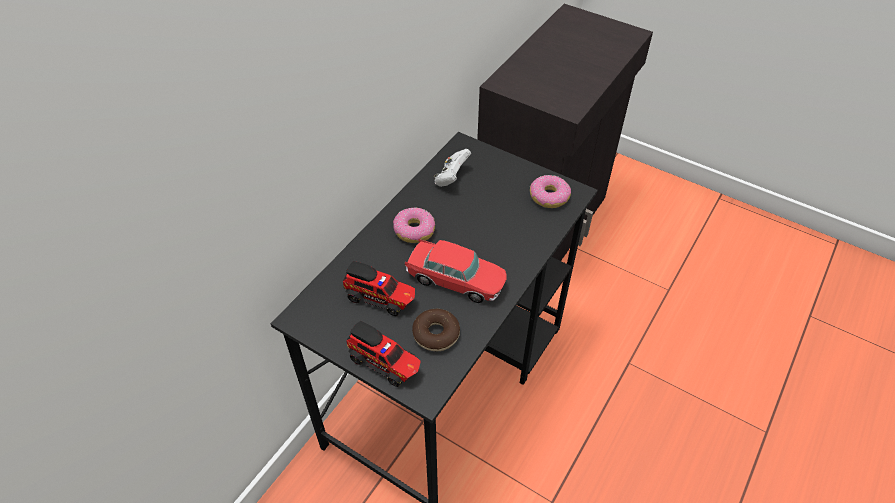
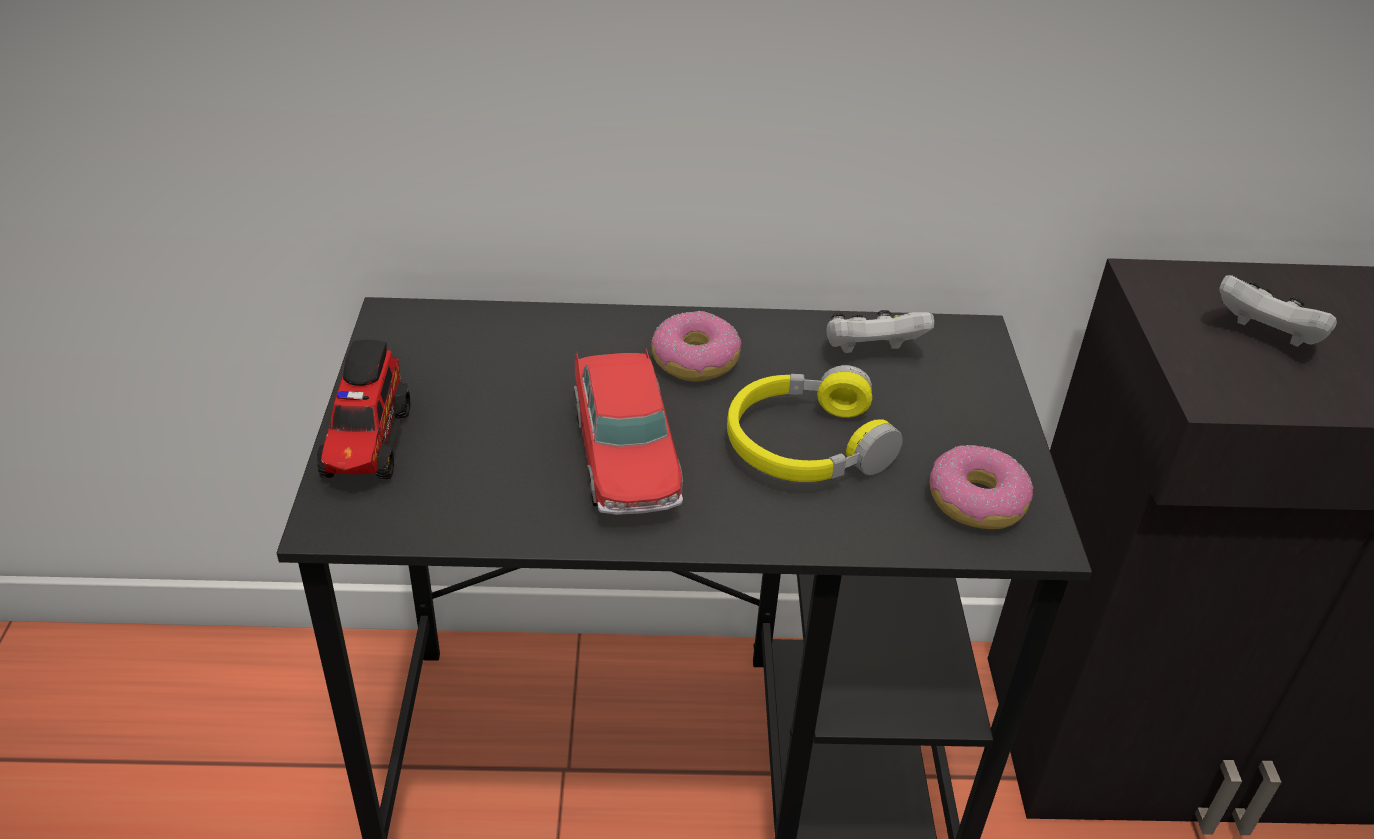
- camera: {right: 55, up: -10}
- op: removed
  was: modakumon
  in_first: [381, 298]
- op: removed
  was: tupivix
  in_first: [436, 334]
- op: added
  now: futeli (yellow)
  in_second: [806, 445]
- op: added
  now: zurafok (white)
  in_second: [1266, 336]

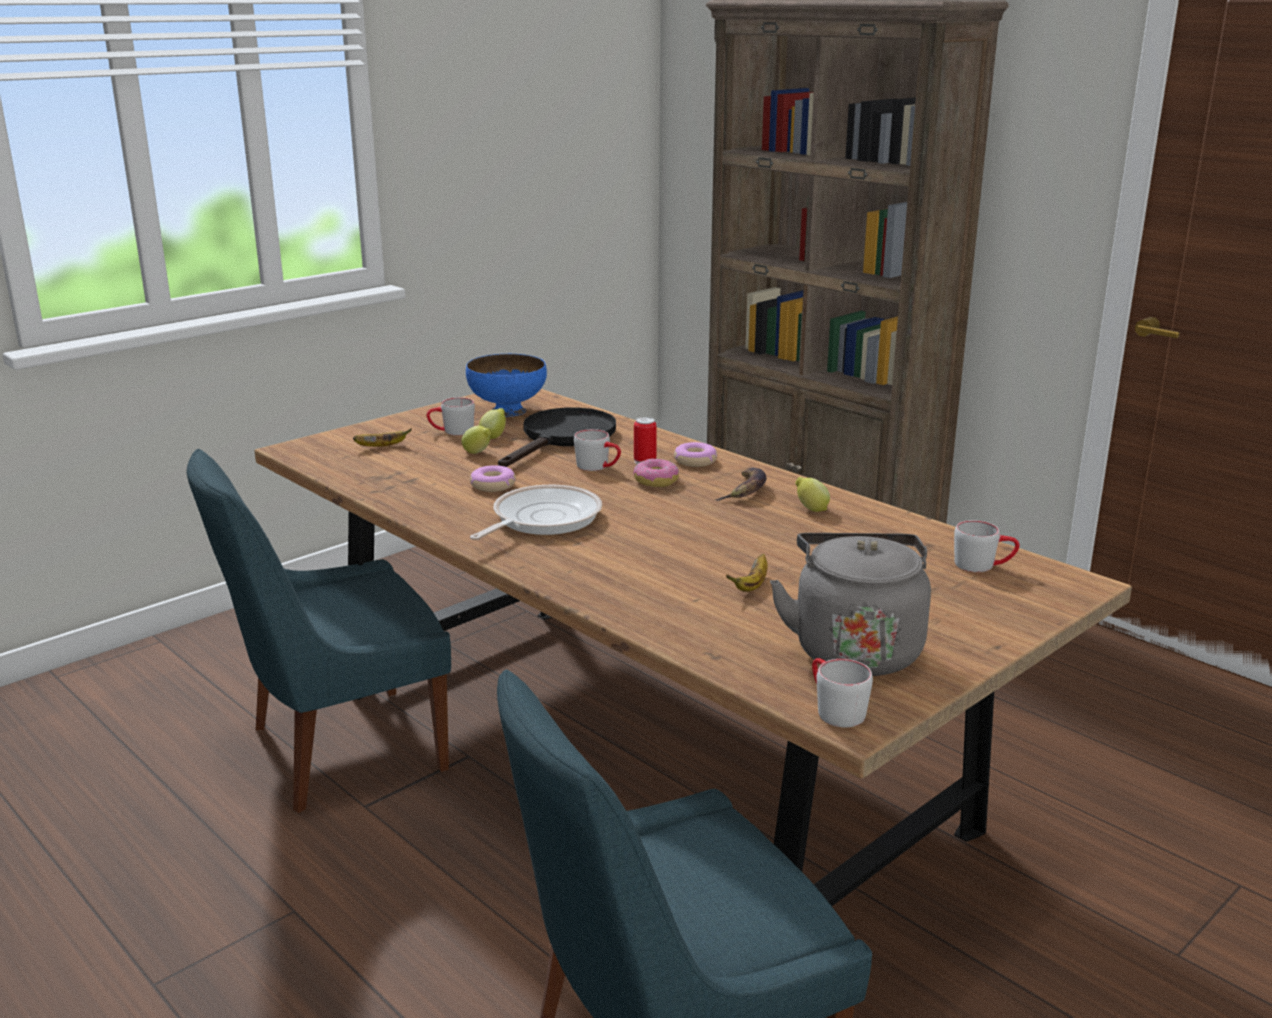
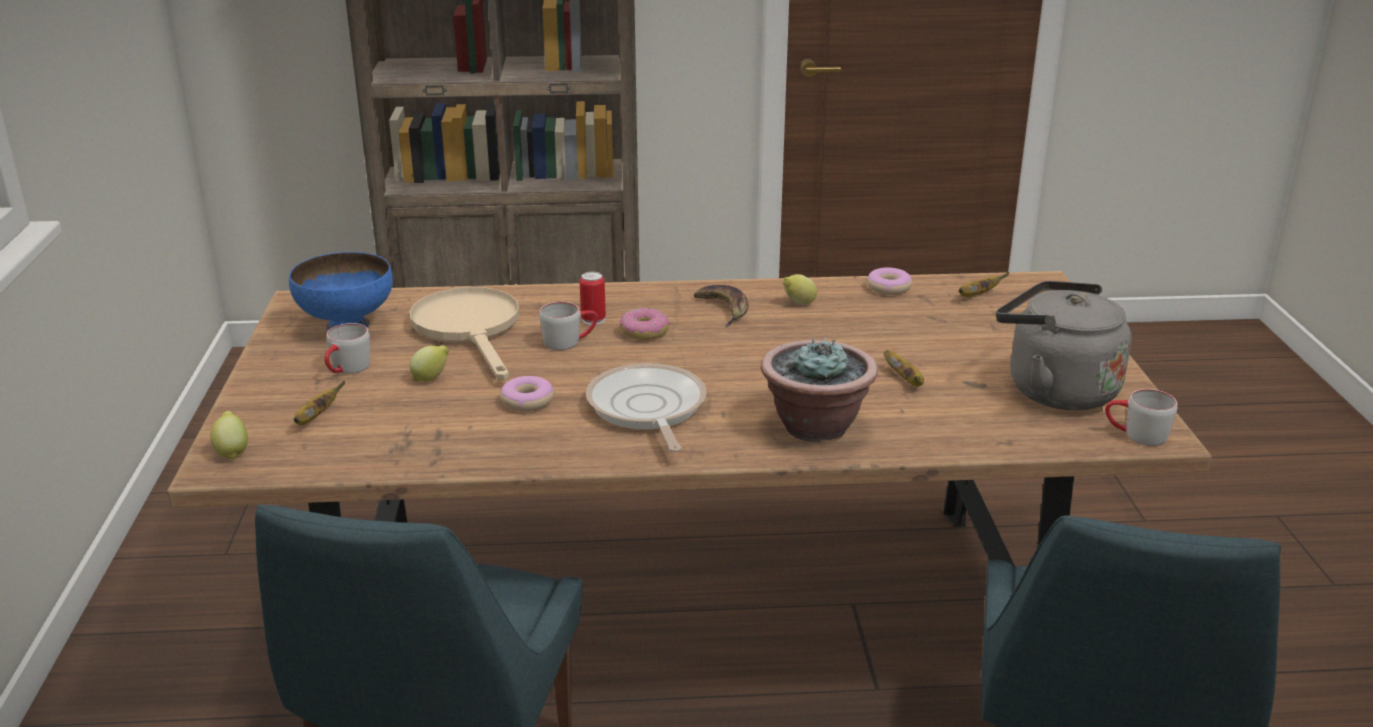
- camera: {right: -50, up: 5}
- op: added
  now: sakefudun
  in_second: [815, 426]
- op: moved
  was: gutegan
  in_first: [494, 437]
  in_second: [232, 452]
- op: moved
  was: tupivix
  in_first: [695, 461]
  in_second: [889, 288]
- op: replaced
  was: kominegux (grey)
  now: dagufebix
  in_first: [983, 565]
  in_second: [977, 295]
- op: recoloured
  was: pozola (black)
  now: pozola (beige)
  in_first: [563, 438]
  in_second: [470, 329]

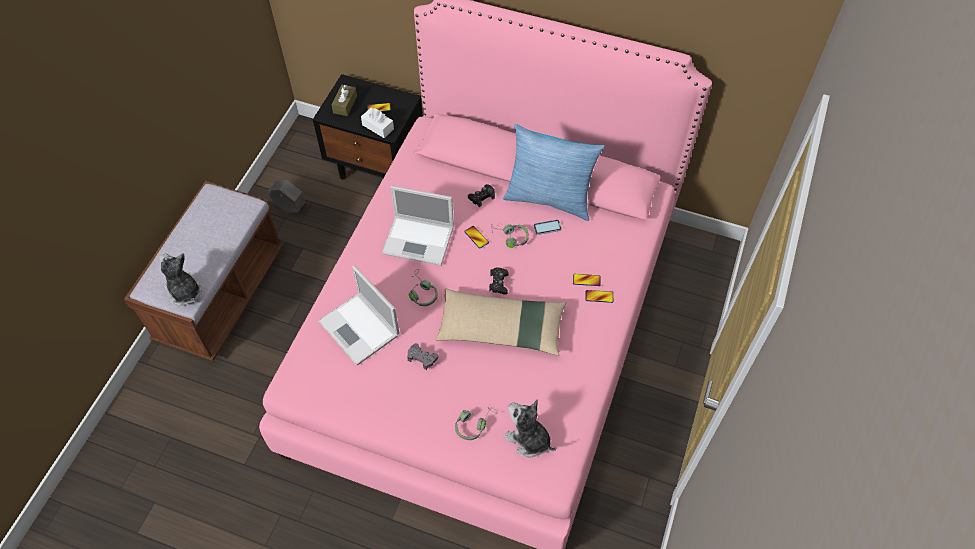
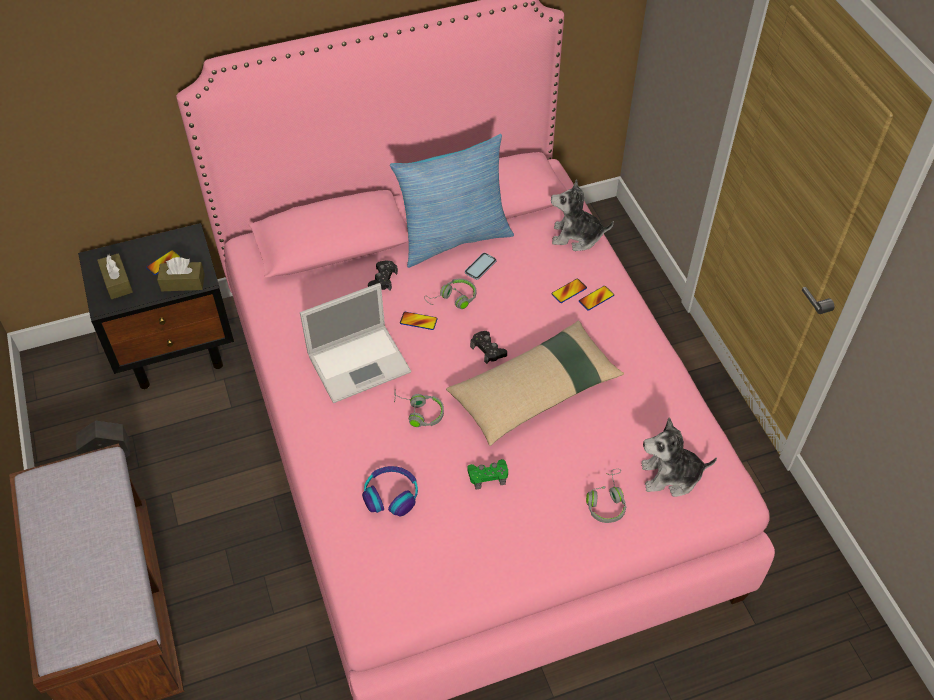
- camera: {right: -40, up: -5}
- op: moved
  was: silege
  in_first: [184, 292]
  in_second: [576, 236]
- op: replaced
  was: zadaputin
  now: futeli
  in_first: [360, 329]
  in_second: [391, 495]
- op: recoloured
  was: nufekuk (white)
  now: nufekuk (brown)
  in_first: [378, 127]
  in_second: [183, 282]
- op: recoloured
  was: zurafok (grey)
  now: zurafok (green)
  in_first: [422, 358]
  in_second: [488, 476]

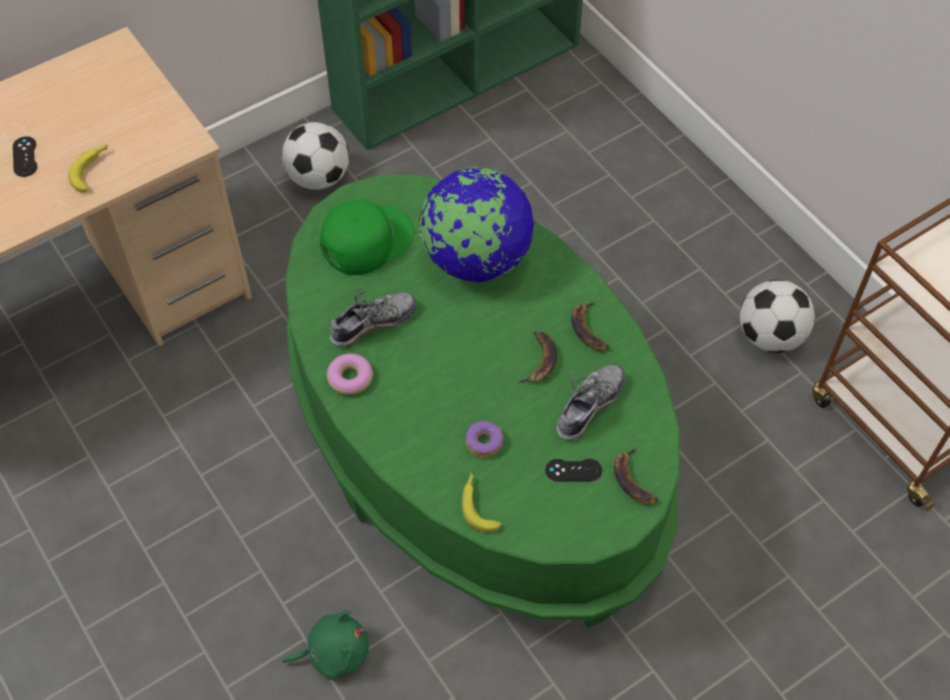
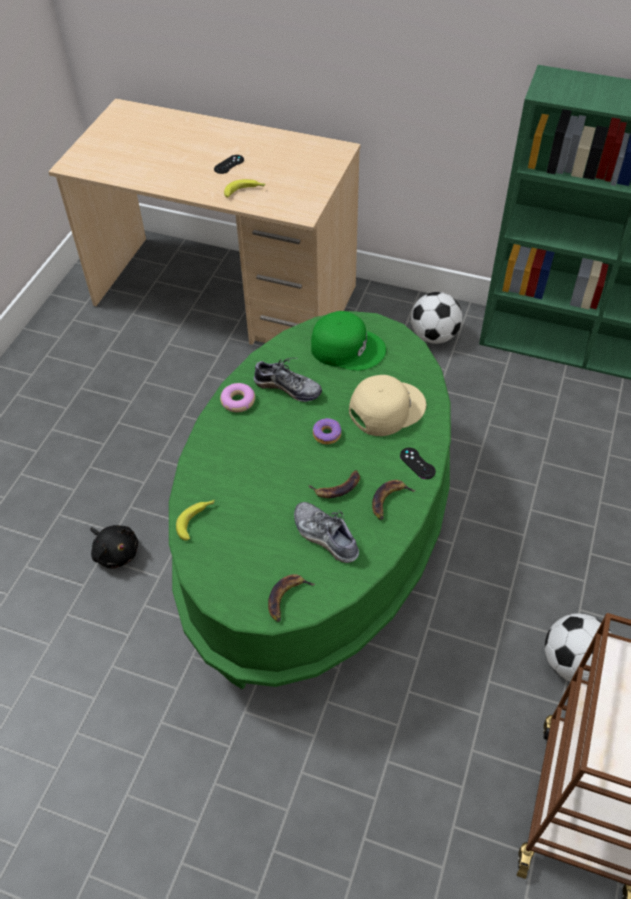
- camera: {right: 55, up: -5}
- op: moved
  was: tupivix
  in_first: [483, 442]
  in_second: [327, 434]
- op: moved
  was: zurafok (black)
  in_first: [573, 470]
  in_second: [417, 463]
- op: replaced
  was: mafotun
  now: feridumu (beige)
  in_first: [476, 260]
  in_second: [386, 408]
- op: recoloured
  was: silege (green)
  now: silege (black)
  in_first: [334, 653]
  in_second: [116, 552]
- op: turned
  was: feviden
  in_first: [589, 406]
  in_second: [325, 536]
  clockwise: -135

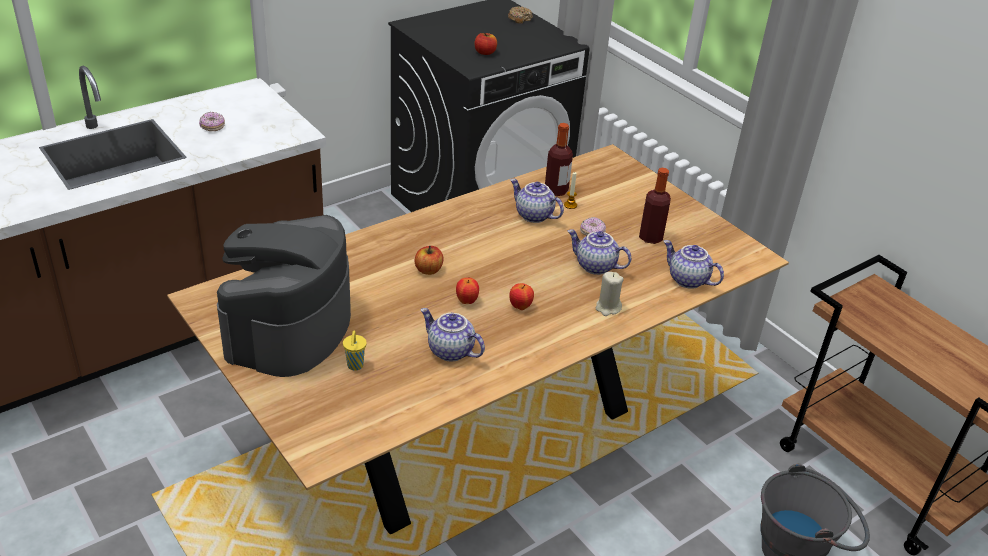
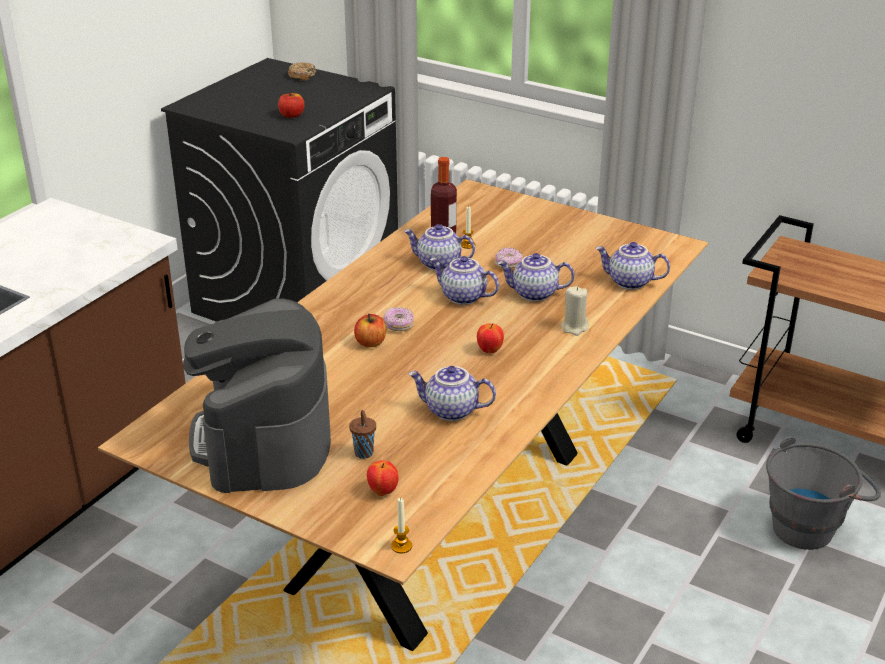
- camera: {right: -20, up: -5}
- op: removed
  was: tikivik
  in_first: [650, 237]
- op: added
  now: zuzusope
  in_second: [401, 546]
- op: added
  now: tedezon
  in_second: [462, 297]
- op: moved
  was: tupivix
  in_first: [212, 127]
  in_second: [398, 325]
- op: moved
  was: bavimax
  in_first: [466, 301]
  in_second: [383, 491]
- op: recoloured
  was: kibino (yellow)
  now: kibino (brown)
  in_first: [355, 366]
  in_second: [364, 454]

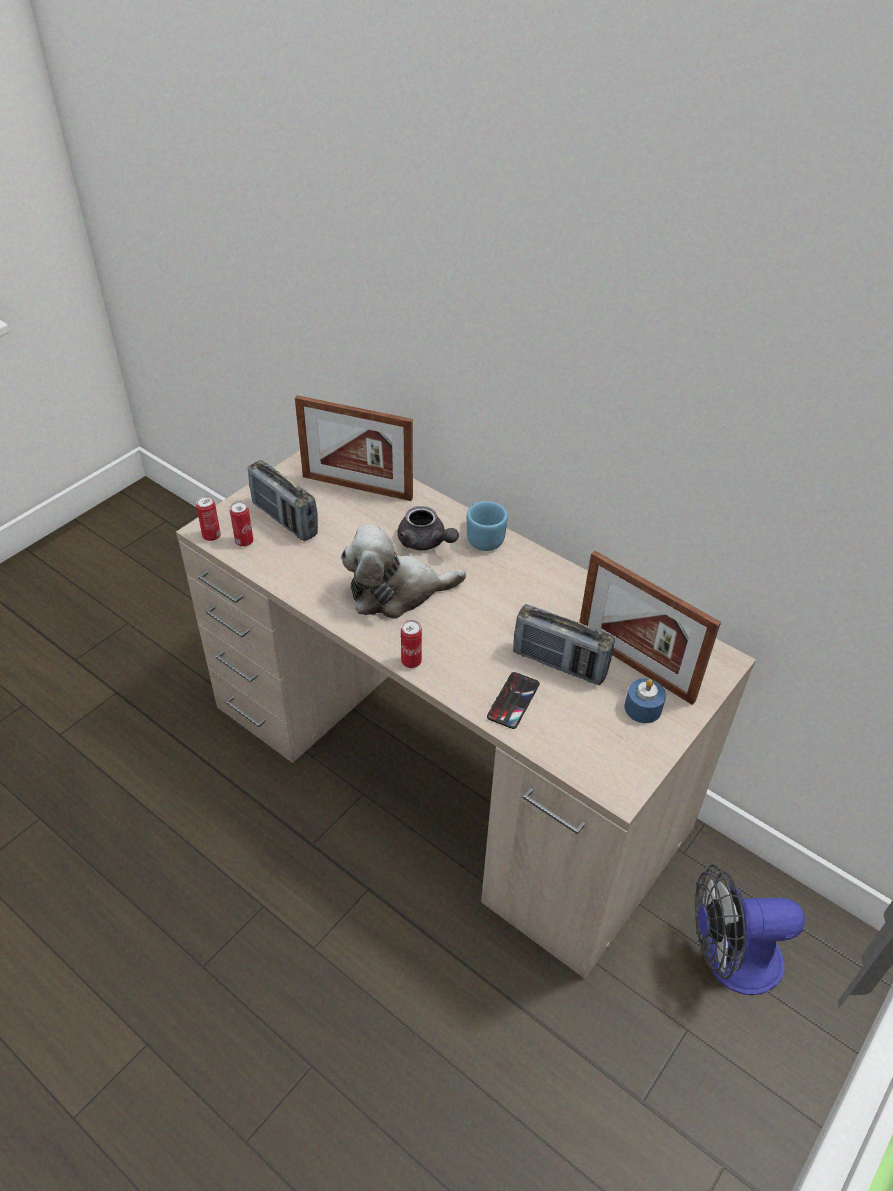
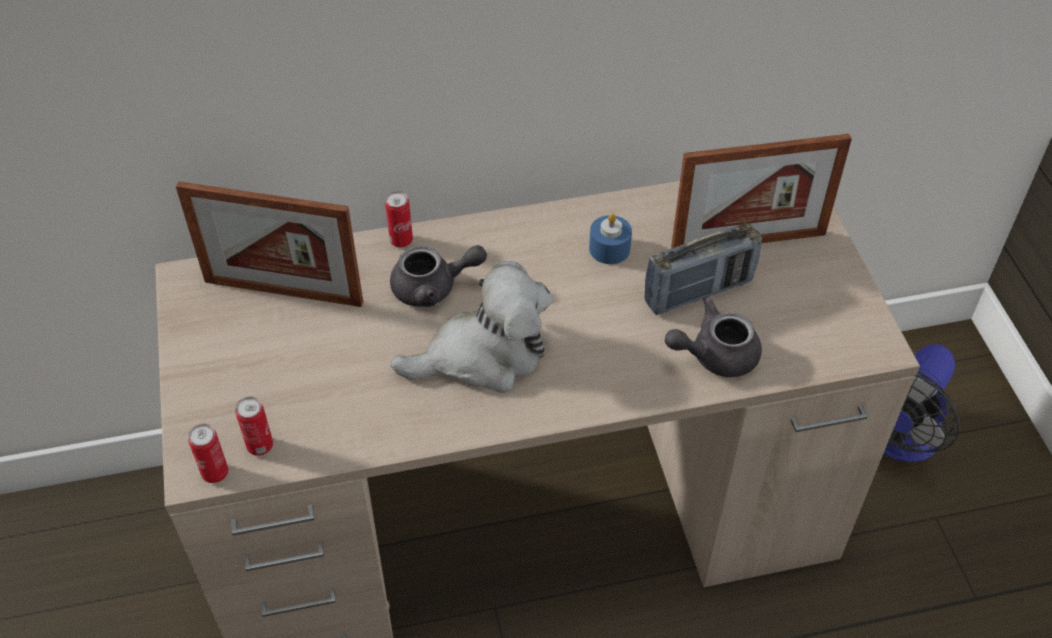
- camera: {right: -50, up: 5}
- op: removed
  was: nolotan
  in_first: [284, 519]
- op: removed
  was: kominegux (blue)
  in_first: [483, 537]
- op: moved
  was: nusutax
  in_first: [411, 662]
  in_second: [401, 241]
- op: moved
  was: zuzusope (blue)
  in_first: [643, 708]
  in_second: [609, 249]
- op: replaced
  was: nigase
  now: tedezon (grey)
  in_first: [513, 700]
  in_second: [714, 355]
- op: turned
  was: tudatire
  in_first: [357, 487]
  in_second: [283, 292]
  clockwise: 45
- op: turned
  was: silege
  in_first: [396, 592]
  in_second: [483, 356]
  clockwise: -135

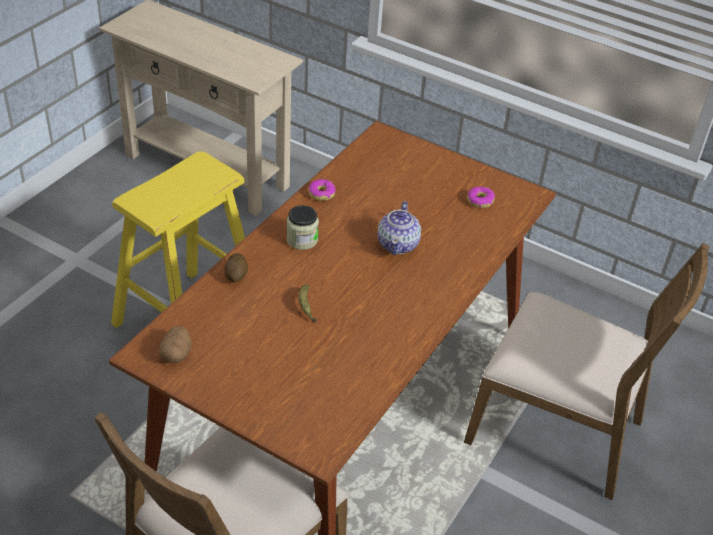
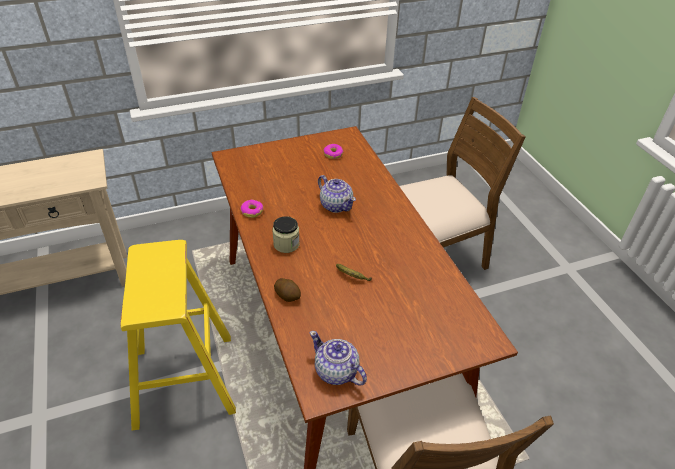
- camera: {right: -50, up: 0}
- op: replaced
  was: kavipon
  now: tedezon
  in_first: [176, 354]
  in_second: [336, 372]

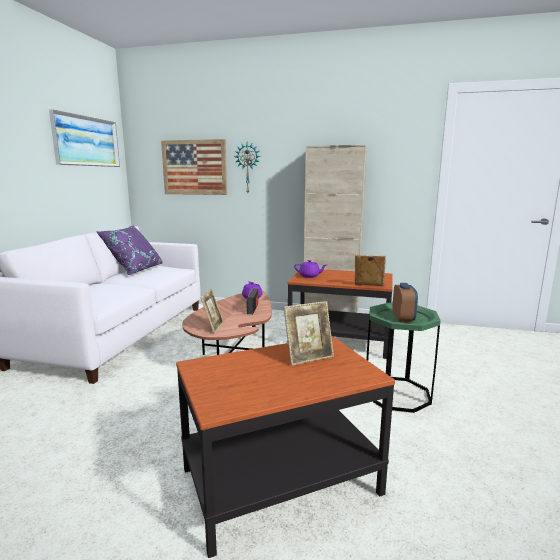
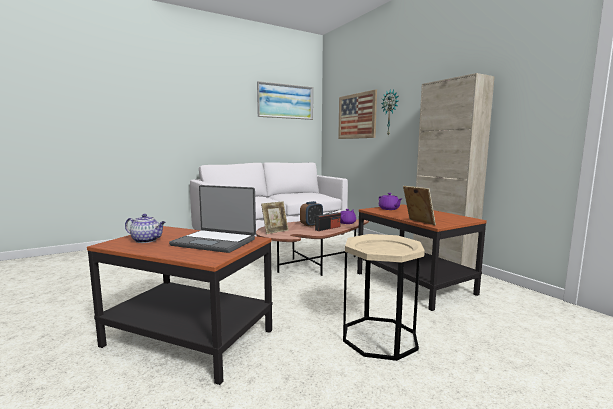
- camera: {right: 45, up: -5}
- op: removed
  was: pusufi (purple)
  in_first: [134, 270]
- op: added
  now: tedezon
  in_second: [147, 240]
- op: moved
  was: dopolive
  in_first: [403, 318]
  in_second: [311, 225]
- op: replaced
  was: tudatire
  now: zadaputin
  in_first: [308, 357]
  in_second: [215, 242]
- op: recoloured
  was: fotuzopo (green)
  now: fotuzopo (beige)
  in_first: [396, 393]
  in_second: [379, 337]

